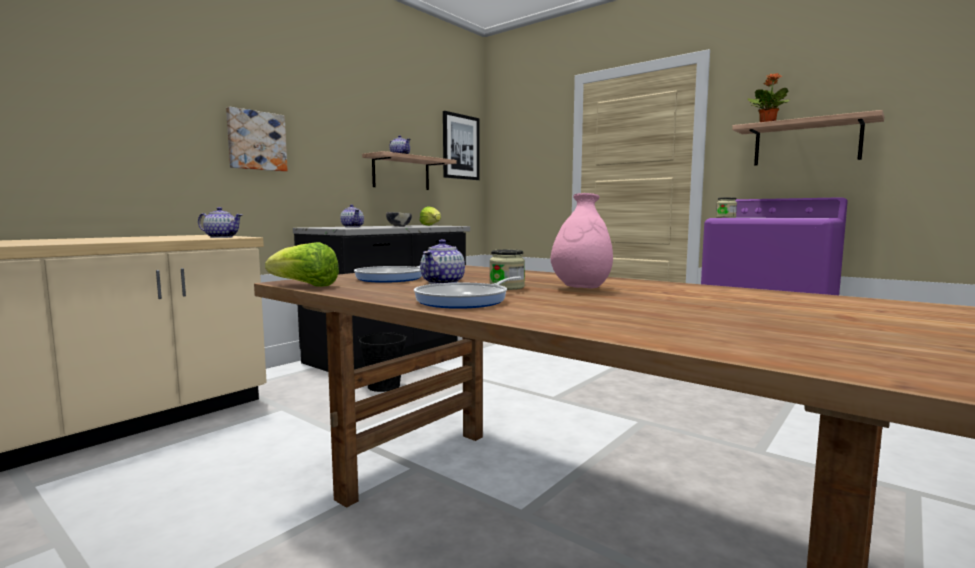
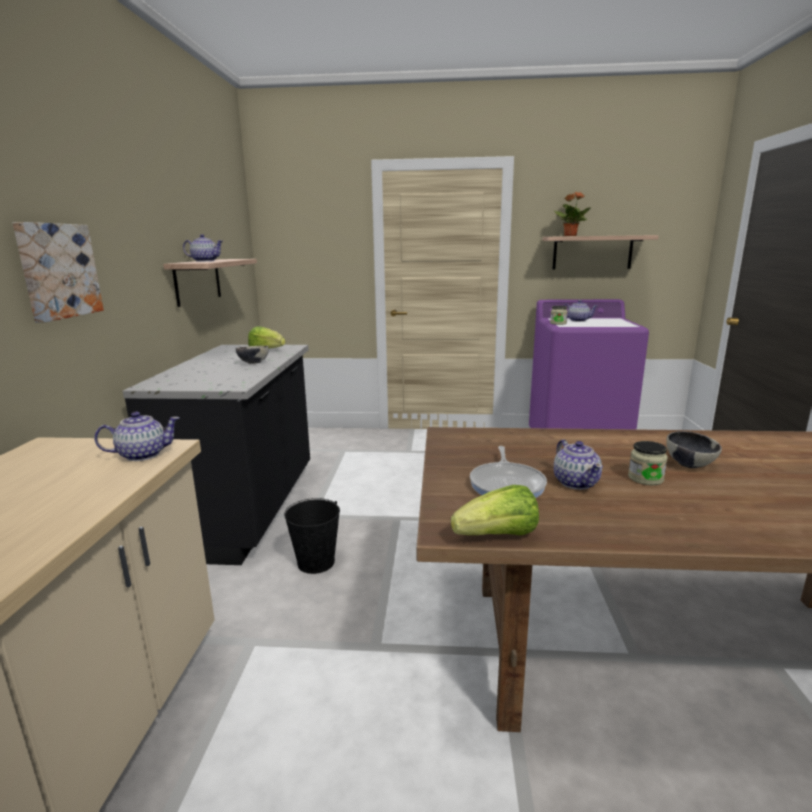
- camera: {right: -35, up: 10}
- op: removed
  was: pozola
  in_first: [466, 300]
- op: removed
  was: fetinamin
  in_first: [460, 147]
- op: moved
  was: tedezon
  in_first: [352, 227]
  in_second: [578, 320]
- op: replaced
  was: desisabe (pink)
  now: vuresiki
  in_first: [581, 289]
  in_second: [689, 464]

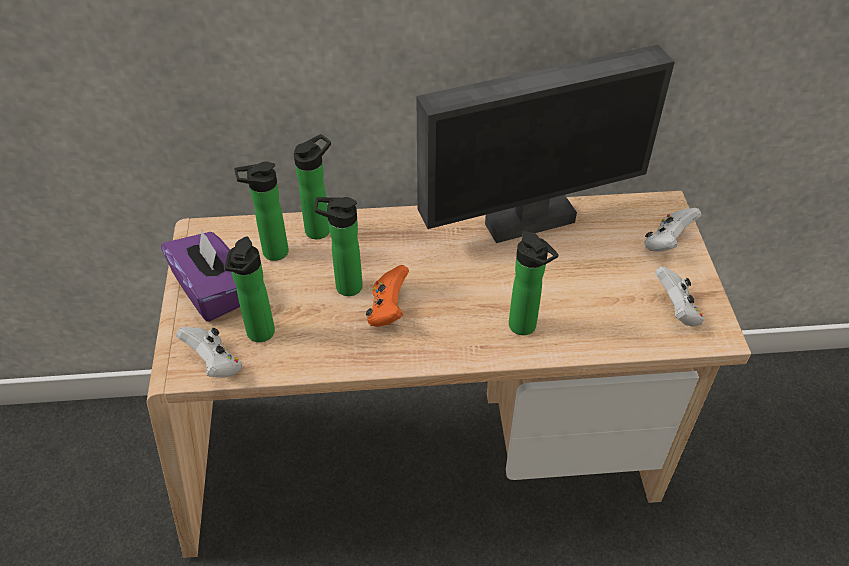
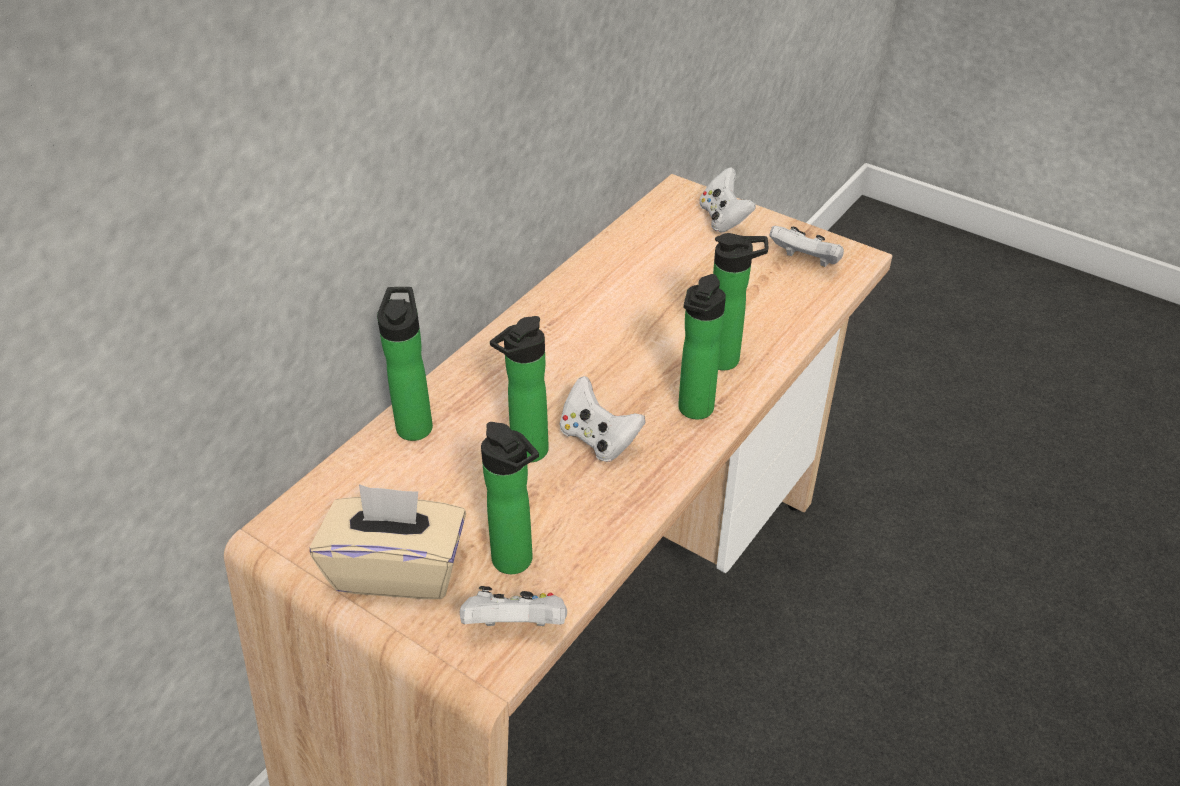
- camera: {right: -50, up: -5}
- op: removed
  was: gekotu
  in_first: [528, 221]
- op: moved
  was: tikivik
  in_first: [271, 253]
  in_second: [694, 411]
- op: recoloured
  was: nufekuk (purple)
  now: nufekuk (beige)
  in_first: [213, 291]
  in_second: [397, 569]
- op: recoloured
  was: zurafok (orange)
  now: zurafok (white)
  in_first: [388, 310]
  in_second: [598, 439]

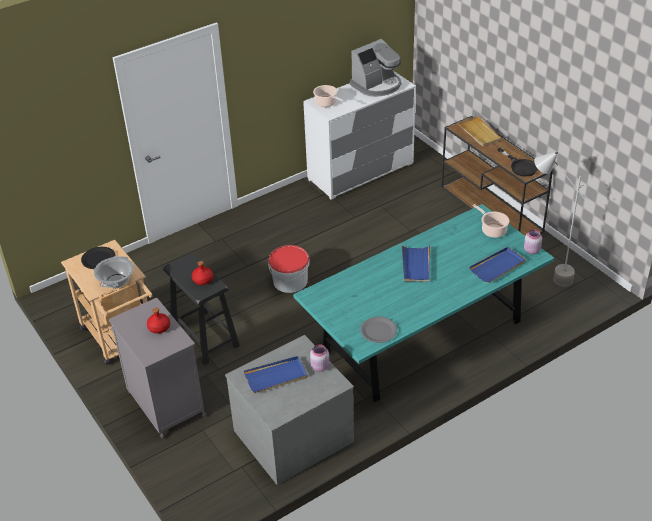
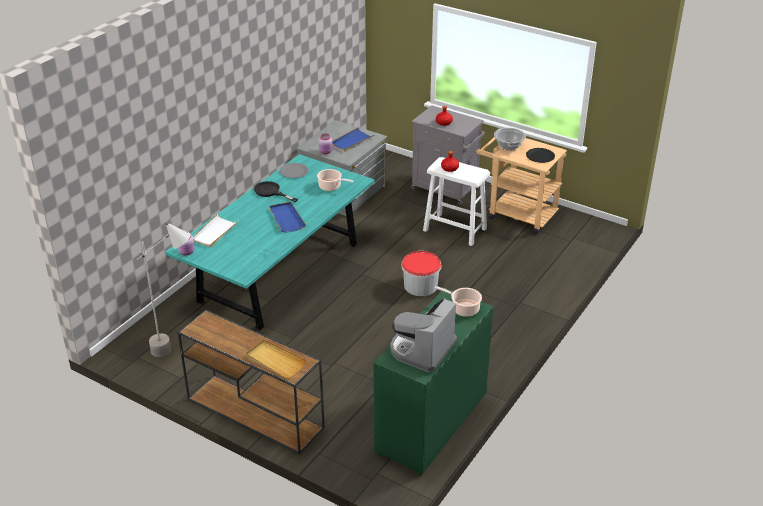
- camera: {right: 155, up: -5}
- op: moved
  was: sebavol
  in_first: [492, 230]
  in_second: [331, 187]
- op: moved
  was: pozola (black)
  in_first: [520, 166]
  in_second: [271, 192]
- op: recoloured
  was: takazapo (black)
  now: takazapo (white)
  in_first: [205, 338]
  in_second: [454, 229]
- op: recoloured
  was: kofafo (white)
  now: kofafo (green)
  in_first: [360, 172]
  in_second: [431, 423]
- op: recoloured
  was: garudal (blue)
  now: garudal (white)
  in_first: [498, 266]
  in_second: [214, 232]

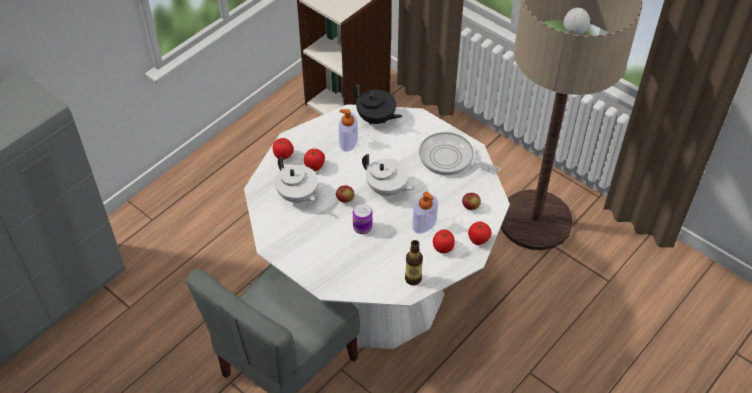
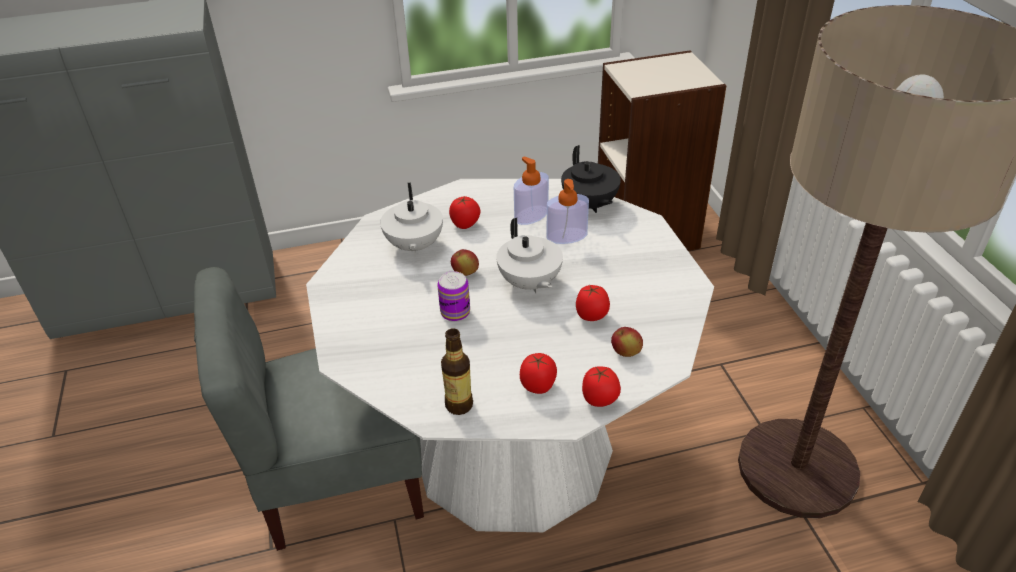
- camera: {right: 35, up: -10}
- op: removed
  was: pozola
  in_first: [449, 158]
- op: moved
  was: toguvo
  in_first: [283, 156]
  in_second: [592, 316]
- op: moved
  was: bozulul
  in_first: [424, 223]
  in_second: [566, 236]

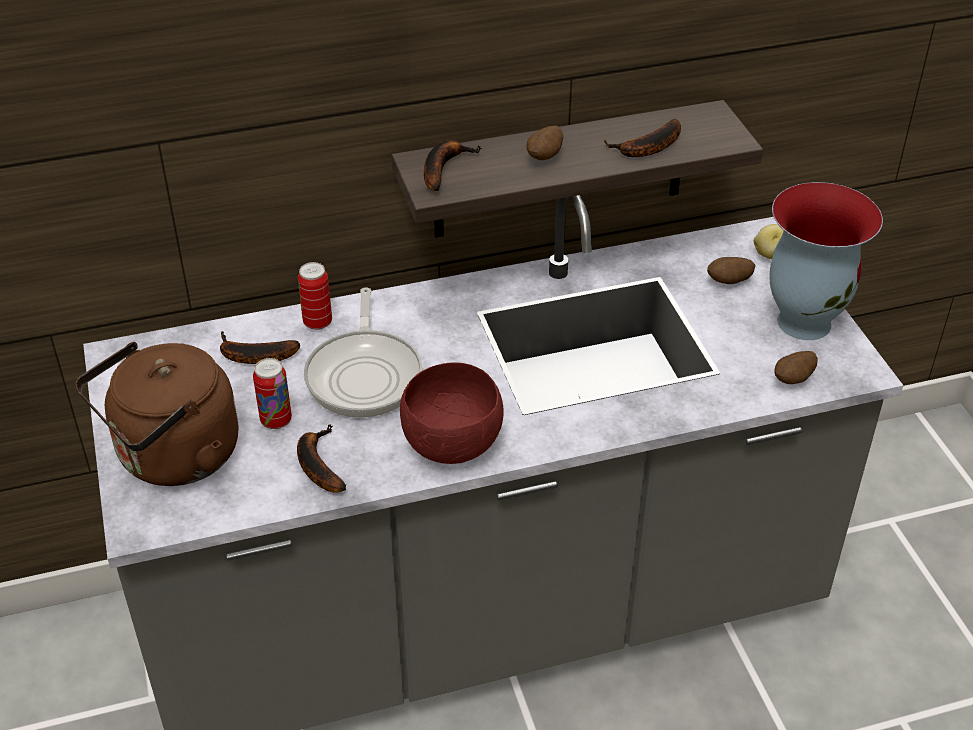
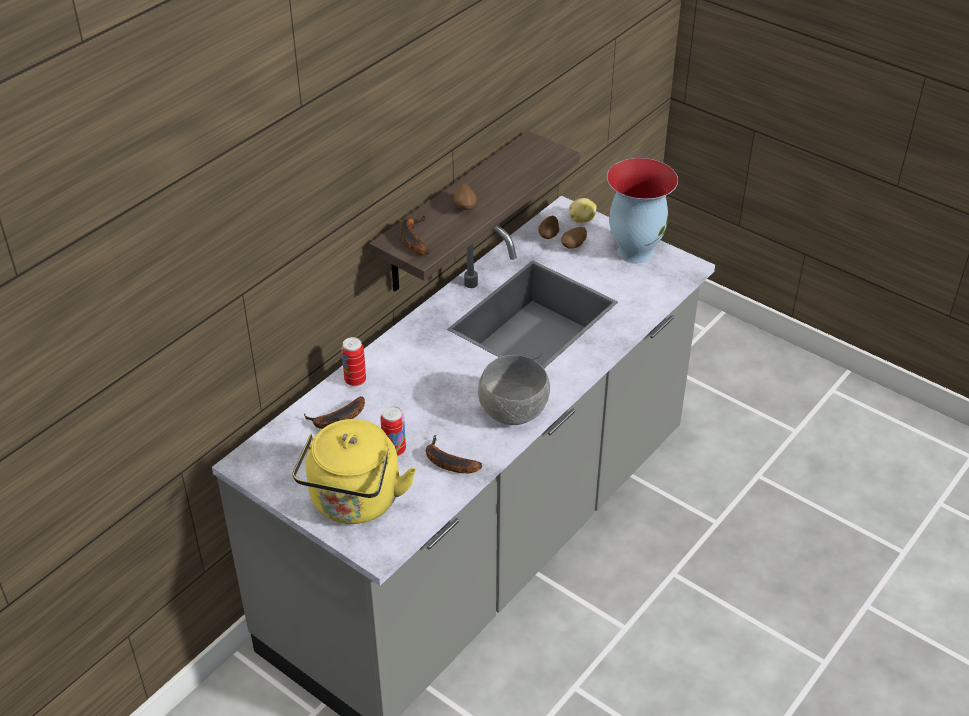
- camera: {right: -35, up: 0}
- op: removed
  was: pozola
  in_first: [365, 374]
- op: removed
  was: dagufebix
  in_first: [647, 148]
- op: moved
  was: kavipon
  in_first: [793, 380]
  in_second: [548, 236]
- op: recoloured
  was: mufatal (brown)
  now: mufatal (yellow)
  in_first: [173, 458]
  in_second: [354, 503]
- op: recoloured
  was: vuresiki (red)
  now: vuresiki (grey)
  in_first: [454, 446]
  in_second: [515, 412]

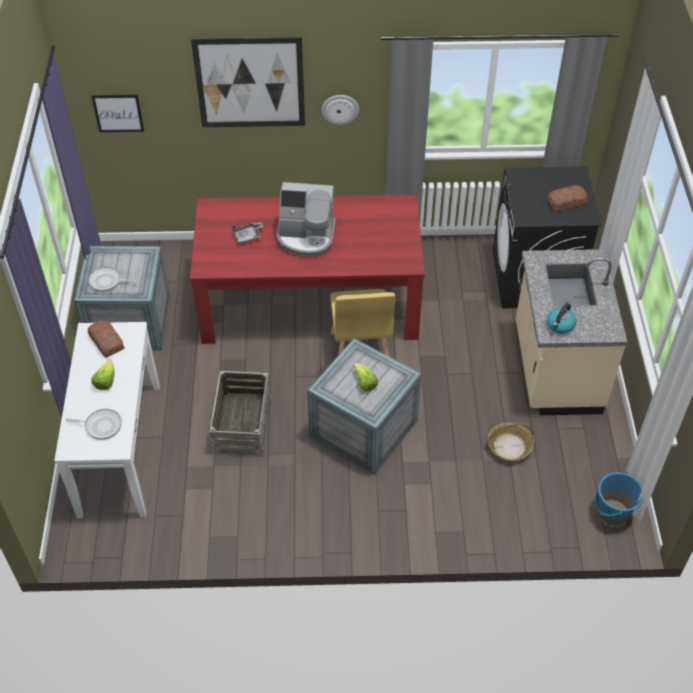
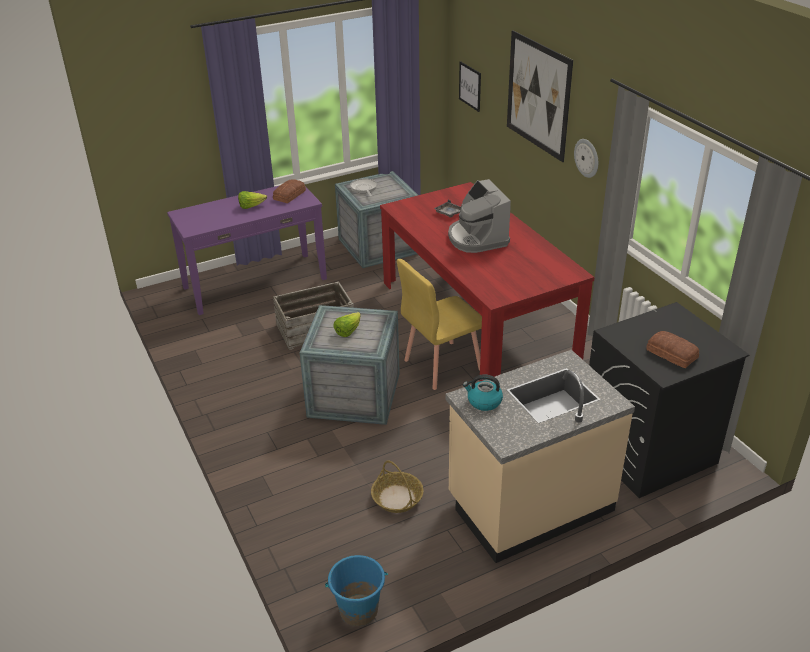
- camera: {right: 65, up: -15}
- op: removed
  was: pozola
  in_first: [101, 425]
- op: recoloured
  was: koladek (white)
  now: koladek (purple)
  in_first: [119, 449]
  in_second: [255, 283]

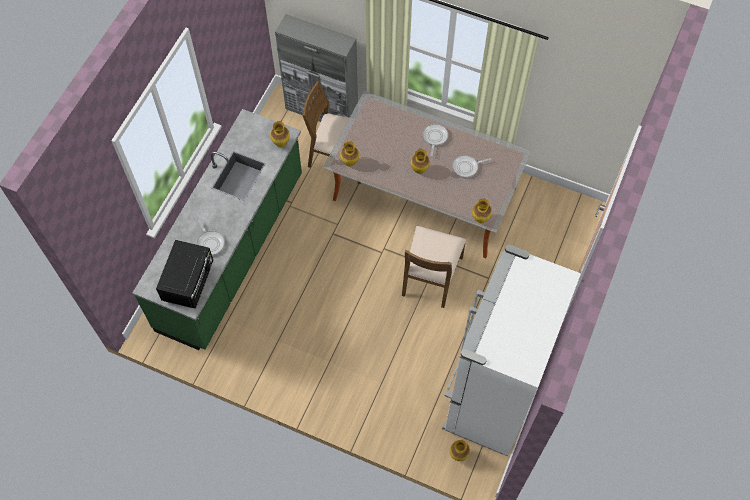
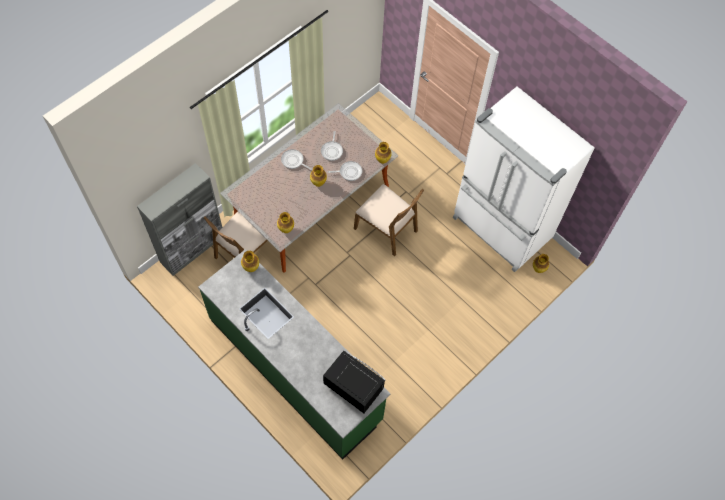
- camera: {right: -70, up: 0}
- op: moved
  was: pozola
  in_first: [210, 242]
  in_second: [349, 172]

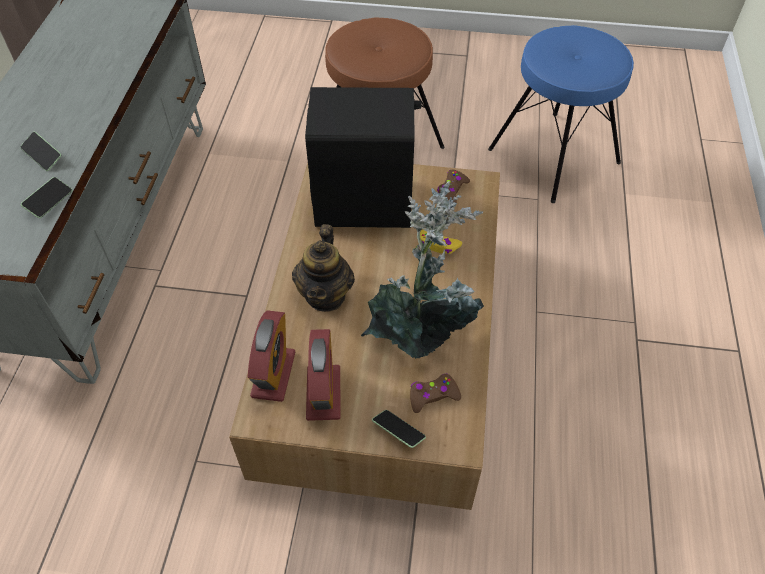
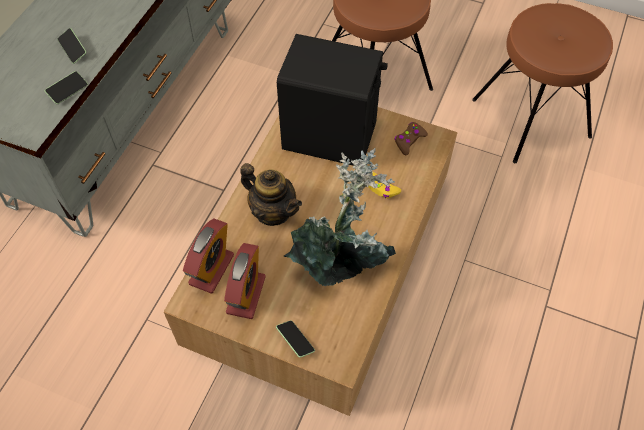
- camera: {right: 15, up: 5}
- op: removed
  was: zurafok (brown)
  in_first: [433, 396]
- op: recoloured
  was: takazapo (blue)
  now: takazapo (brown)
  in_first: [554, 156]
  in_second: [531, 118]
- op: turned
  was: tedezon
  in_first: [326, 295]
  in_second: [273, 211]
  clockwise: -75

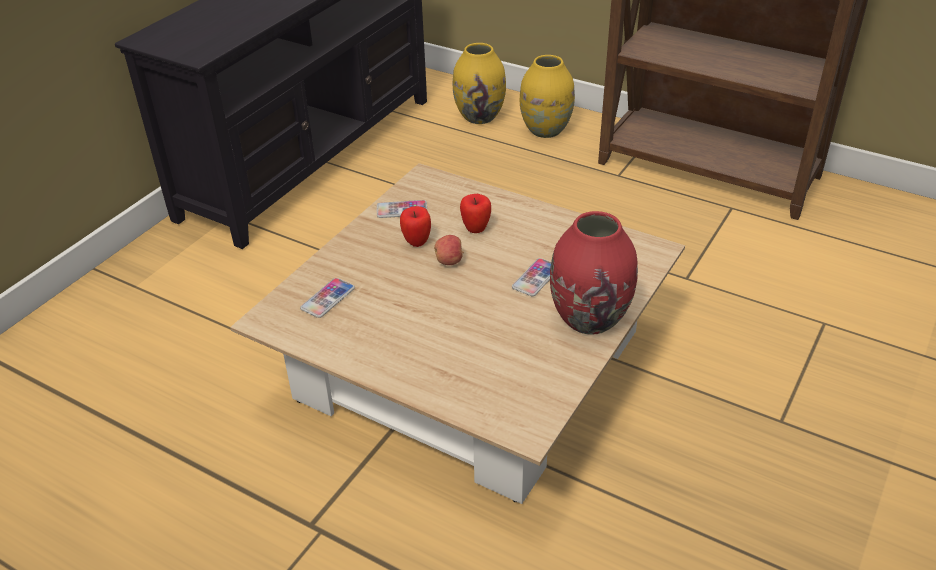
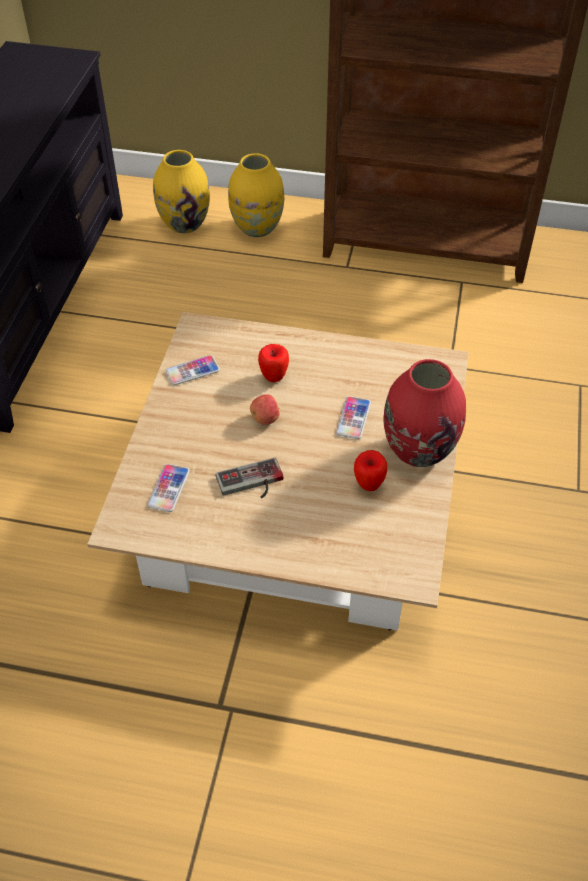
- camera: {right: -20, up: 10}
- op: added
  now: zurafok
  in_second: [251, 484]
- op: moved
  was: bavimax
  in_first: [416, 242]
  in_second: [368, 484]

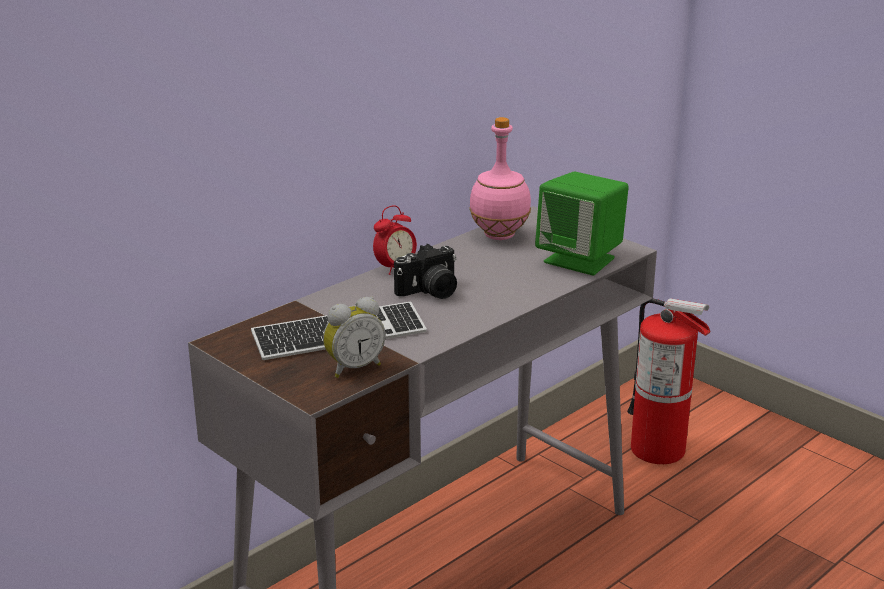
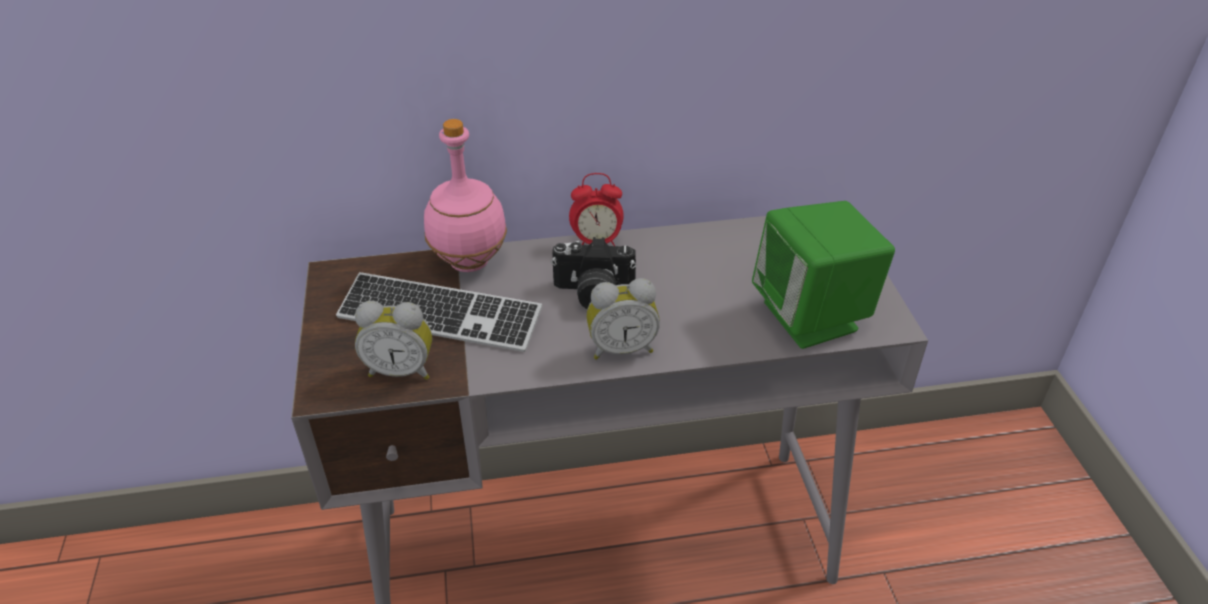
- camera: {right: 35, up: 15}
- op: removed
  was: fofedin
  in_first: [658, 450]
- op: added
  now: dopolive
  in_second: [621, 348]
- op: moved
  was: tikivik (pink)
  in_first: [499, 235]
  in_second: [470, 261]

